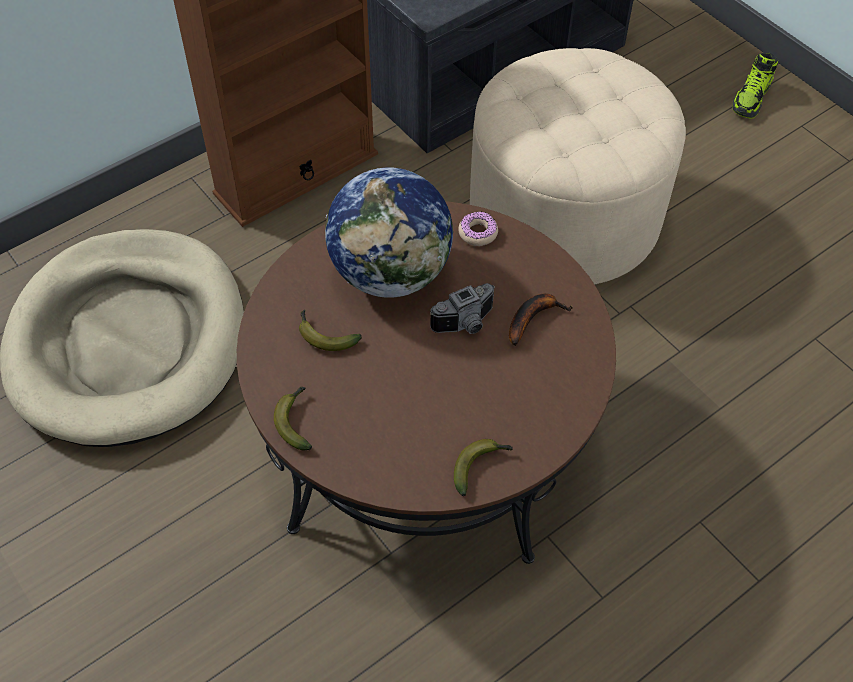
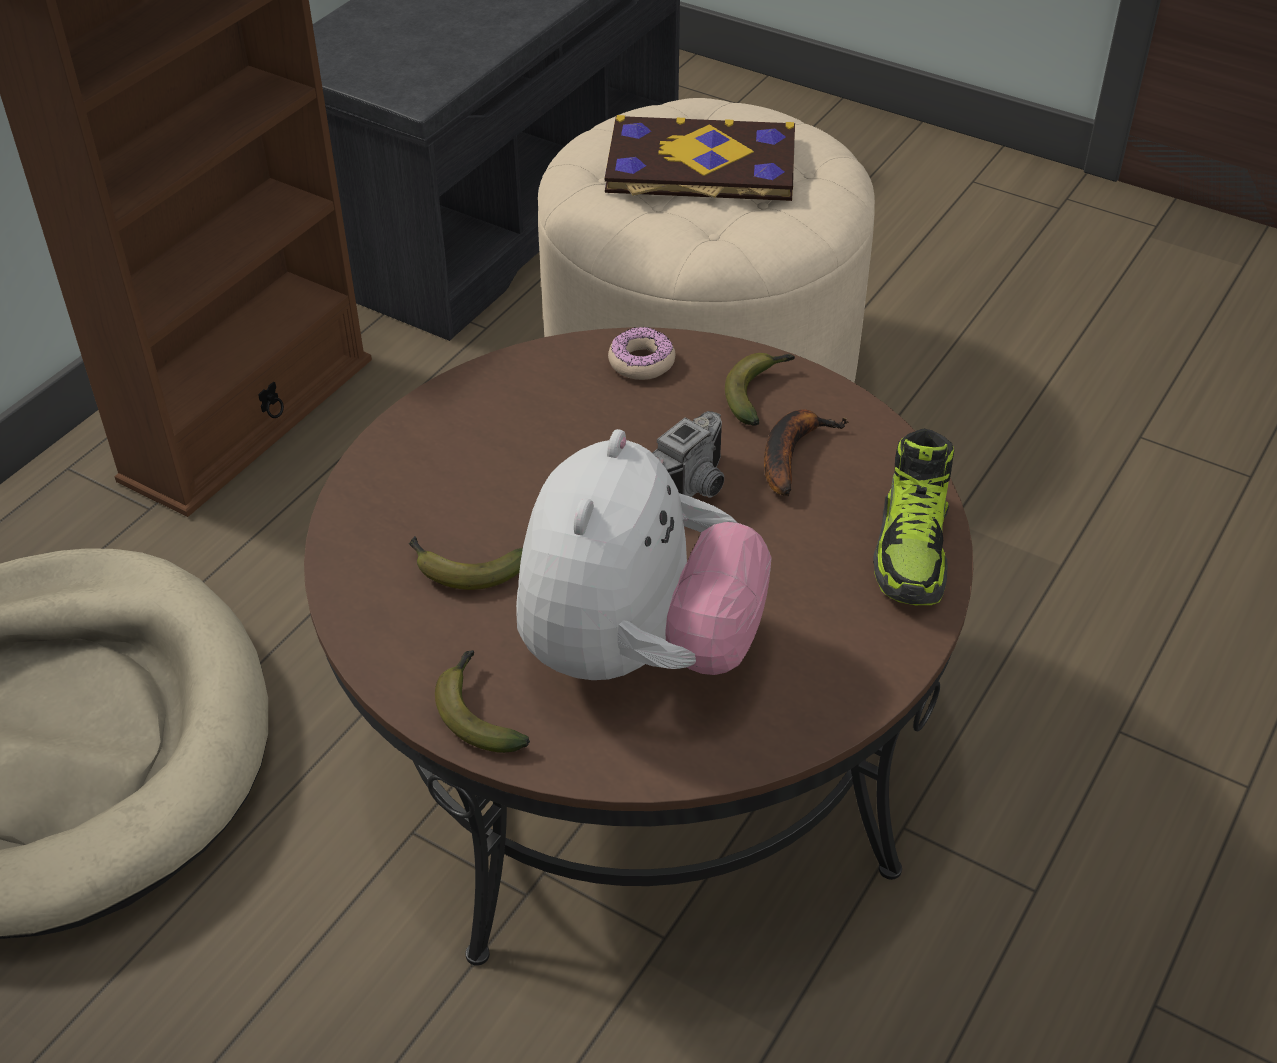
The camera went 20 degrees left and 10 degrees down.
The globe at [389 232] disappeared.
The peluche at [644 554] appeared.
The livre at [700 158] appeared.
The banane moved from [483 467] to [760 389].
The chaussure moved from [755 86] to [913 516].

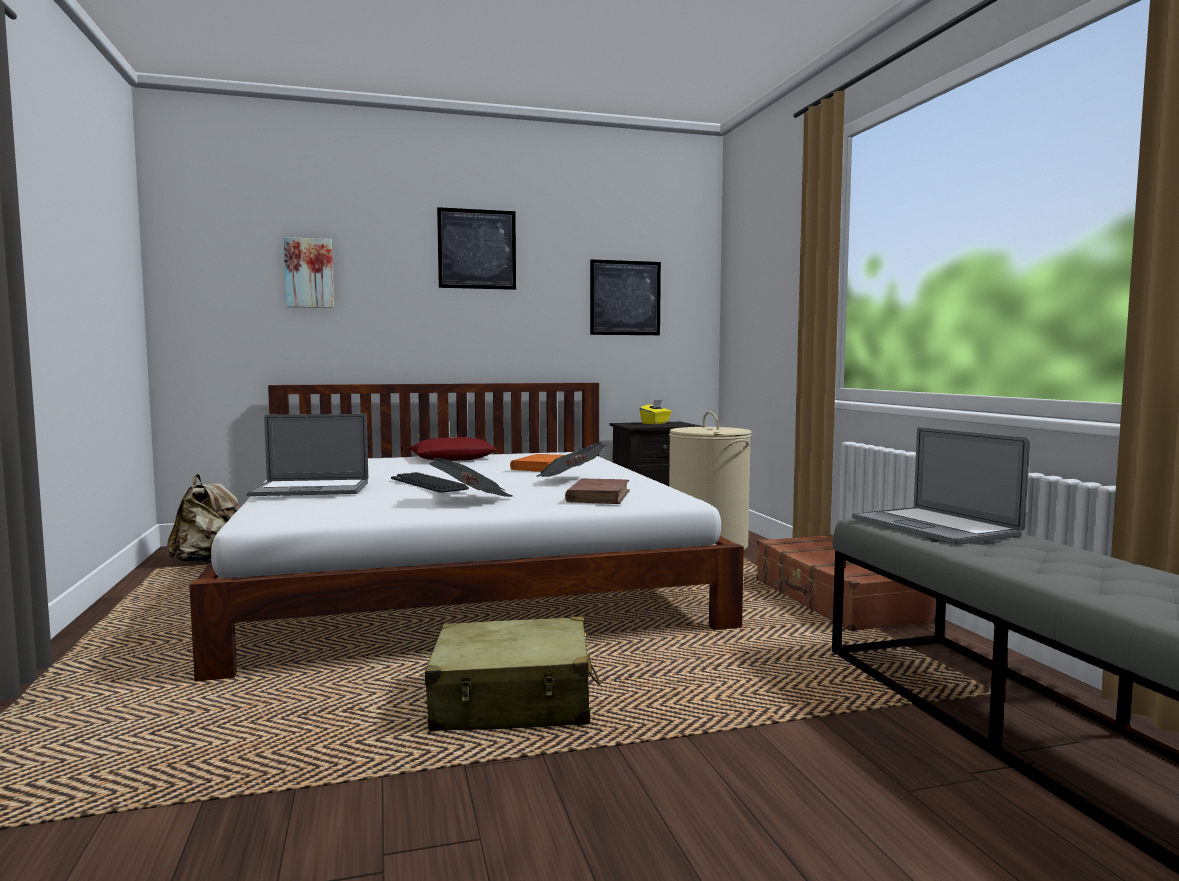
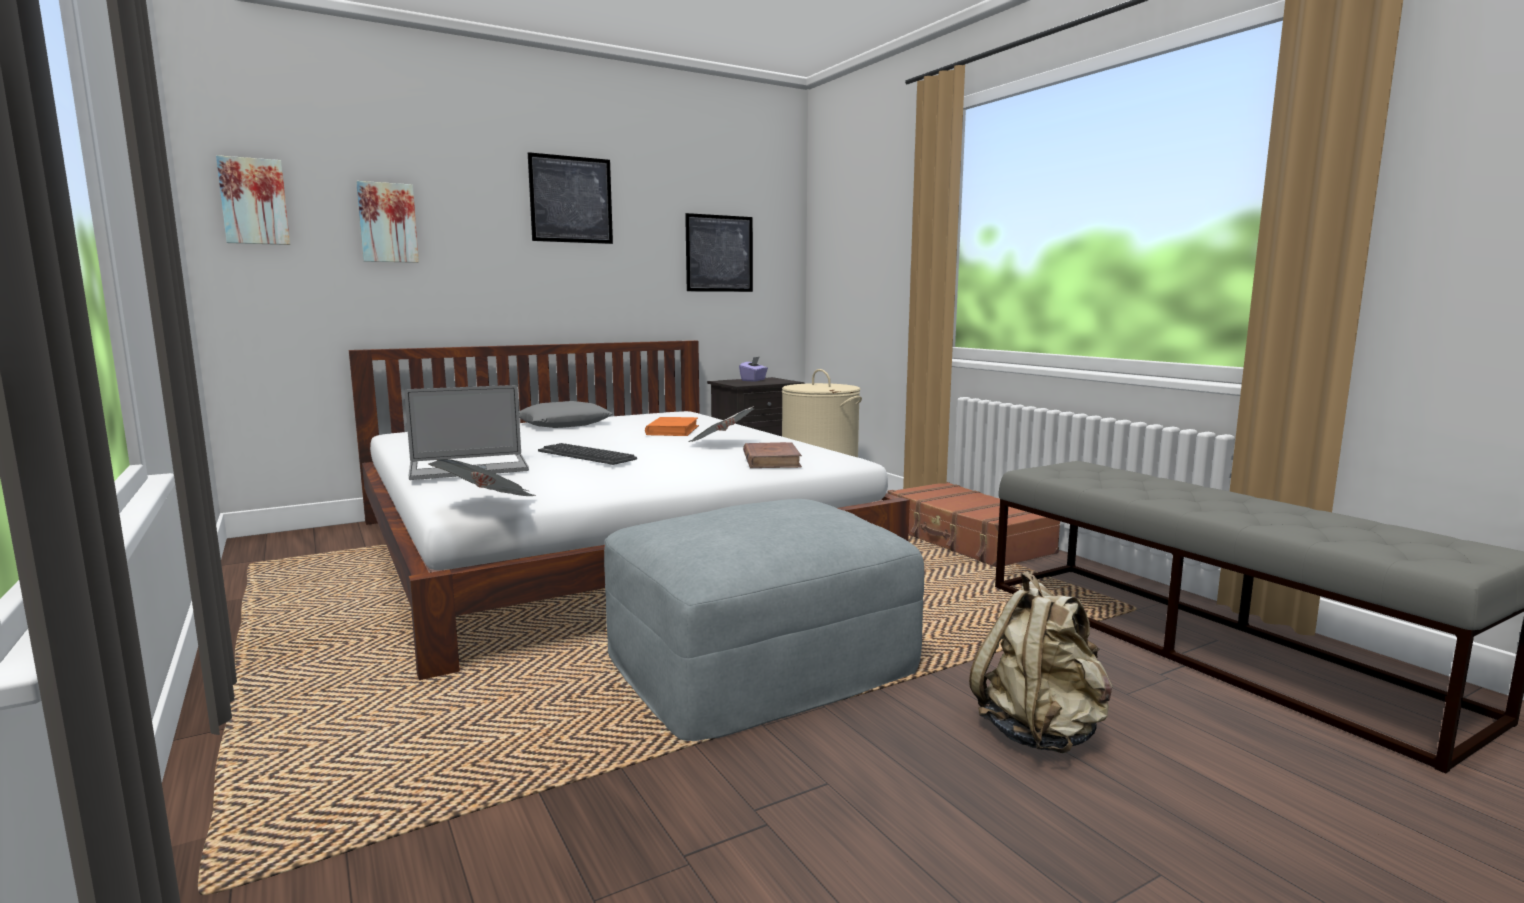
The camera went 15 degrees left and 5 degrees up.
The ordinateur portable at [941 486] disappeared.
The tableau at [253 200] appeared.
The sac à dos/beige moved from [204 518] to [1041 662].
The journal moved from [471 477] to [482 477].
The valise/beige at [513 674] was replaced by the pouf/gris at [764 620].
The coussin/rouge at [453 449] became the coussin/gris at [566 414].
The boîte à mouchoirs/jaune at [655 412] became the boîte à mouchoirs/violet at [753 369].

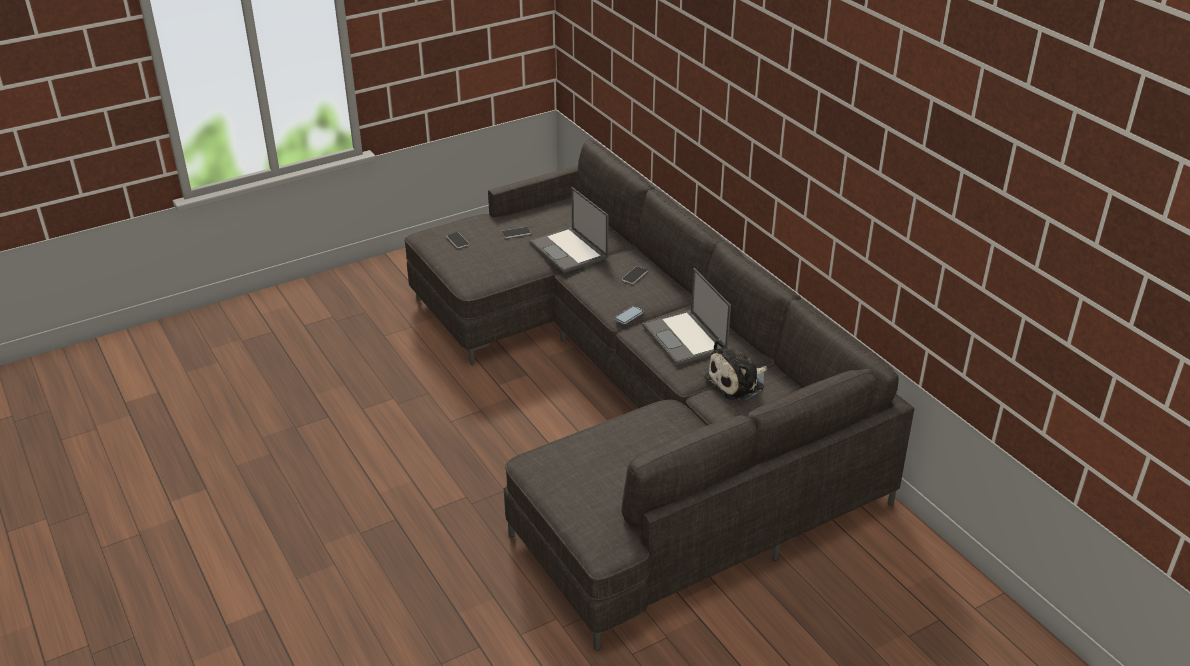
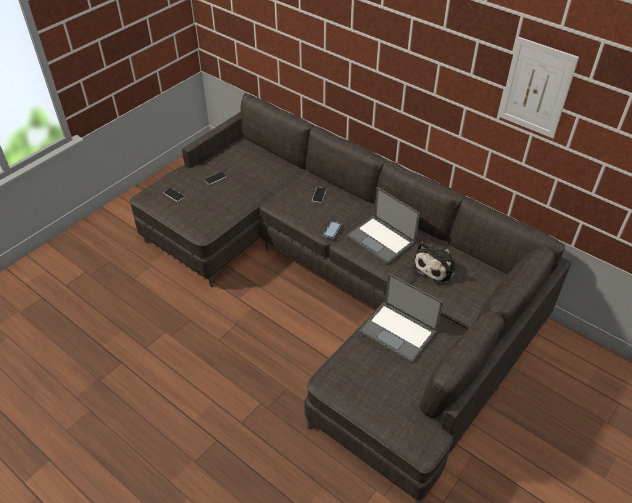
The camera went 20 degrees left and 10 degrees up.
The tableau at [539 87] appeared.
The ordinateur portable moved from [569 230] to [401 318].

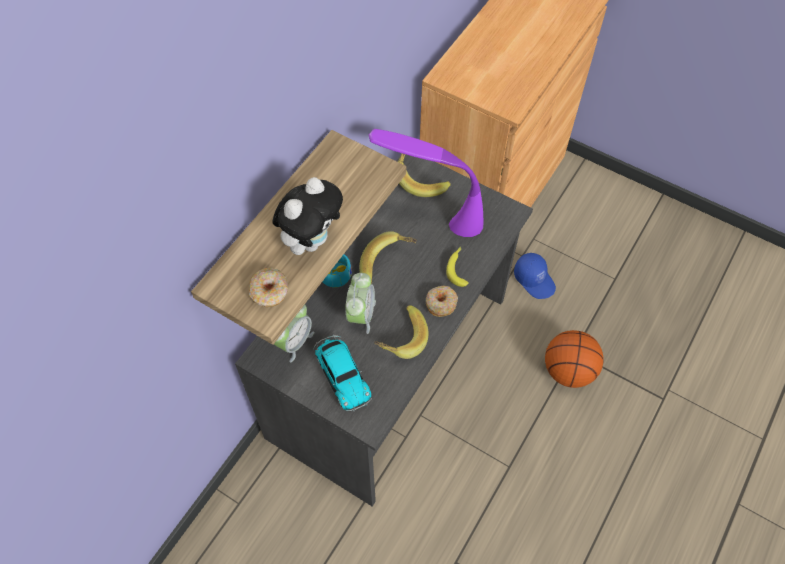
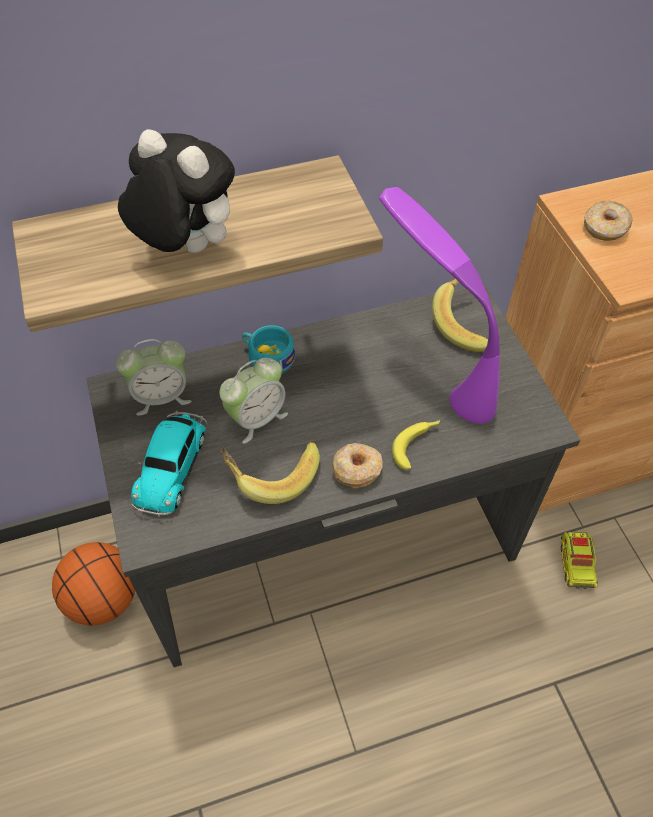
The camera went 40 degrees right and 5 degrees down.
The banane at [388 257] disappeared.
The beignet moved from [268 288] to [608 221].
The ballon de basket moved from [574 359] to [93 584].
The casquette/bleu at [535 276] was replaced by the camion jouet at [579 560].
The peluche at [307 216] turned 135 degrees counterclockwise.

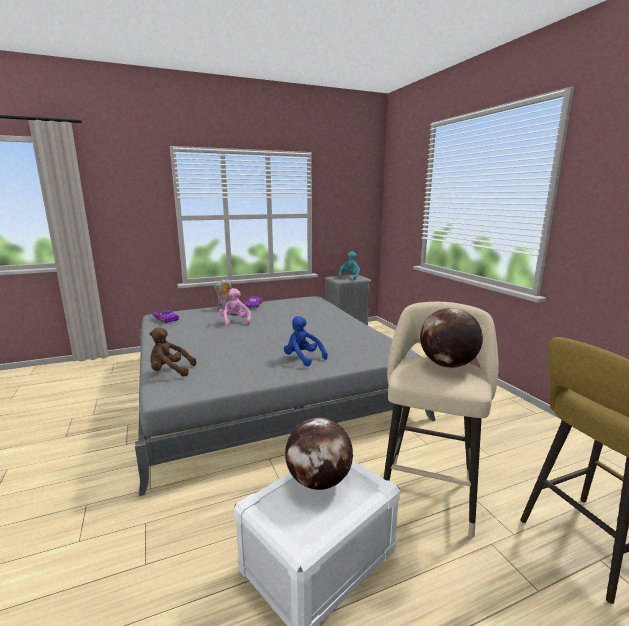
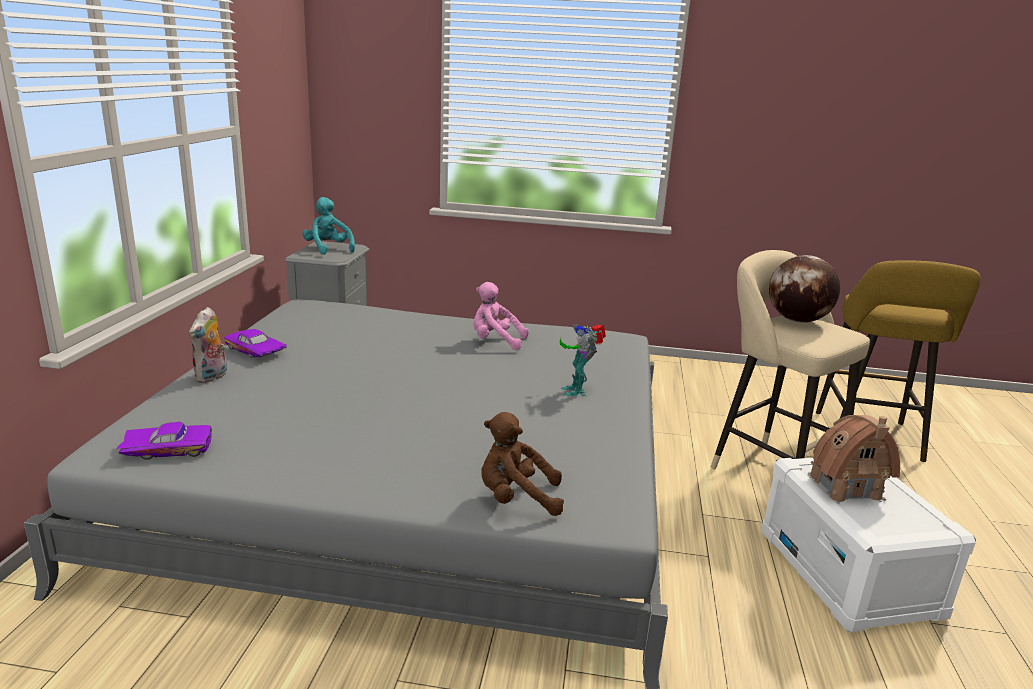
The camera went 60 degrees left and 5 degrees up.
The peluche/rose moved from [235 307] to [500 316].
The peluche/bleu at [306 341] was replaced by the robot jouet at [583 360].
The globe at [319 453] was replaced by the maison miniature at [853 459].
The peluche/marron at [173 352] turned 60 degrees clockwise.

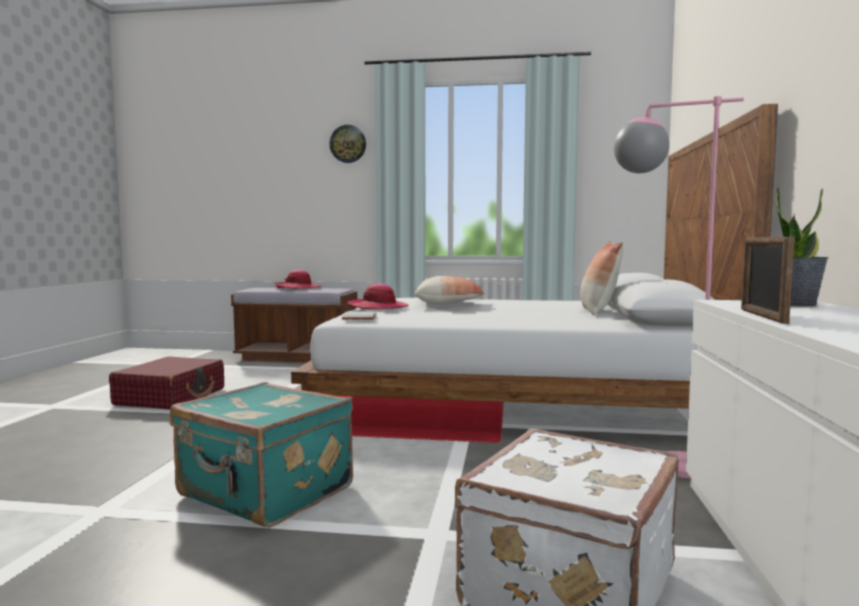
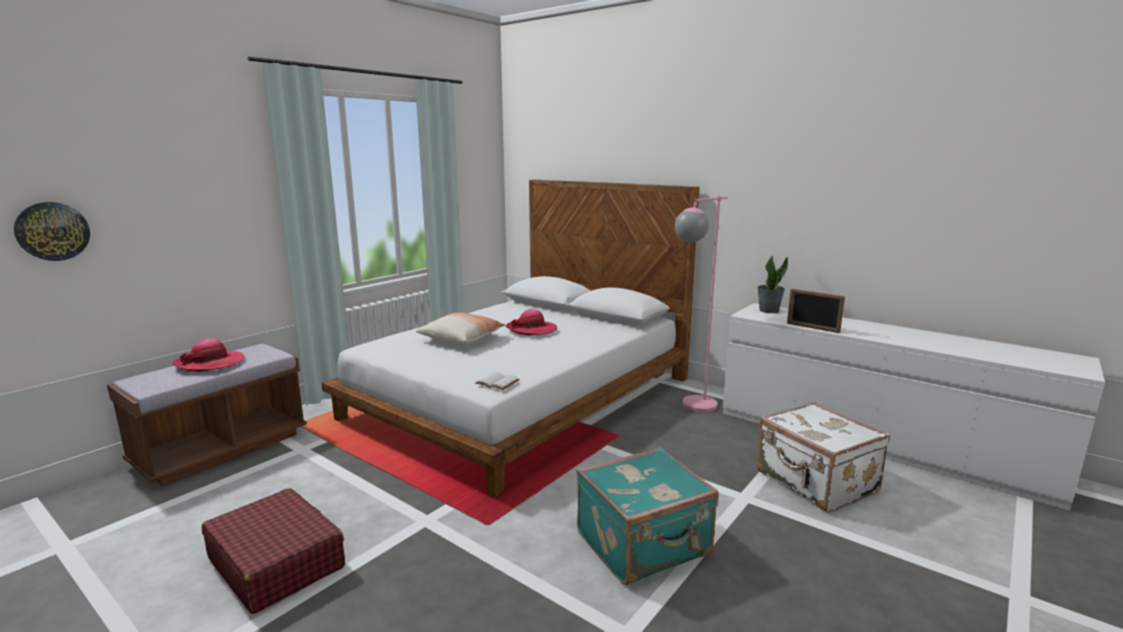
The camera went 60 degrees left and 10 degrees up.
The coussin at [601 278] disappeared.
The horloge murale moved from [347 144] to [52 231].
The chapeau moved from [377 296] to [531 322].

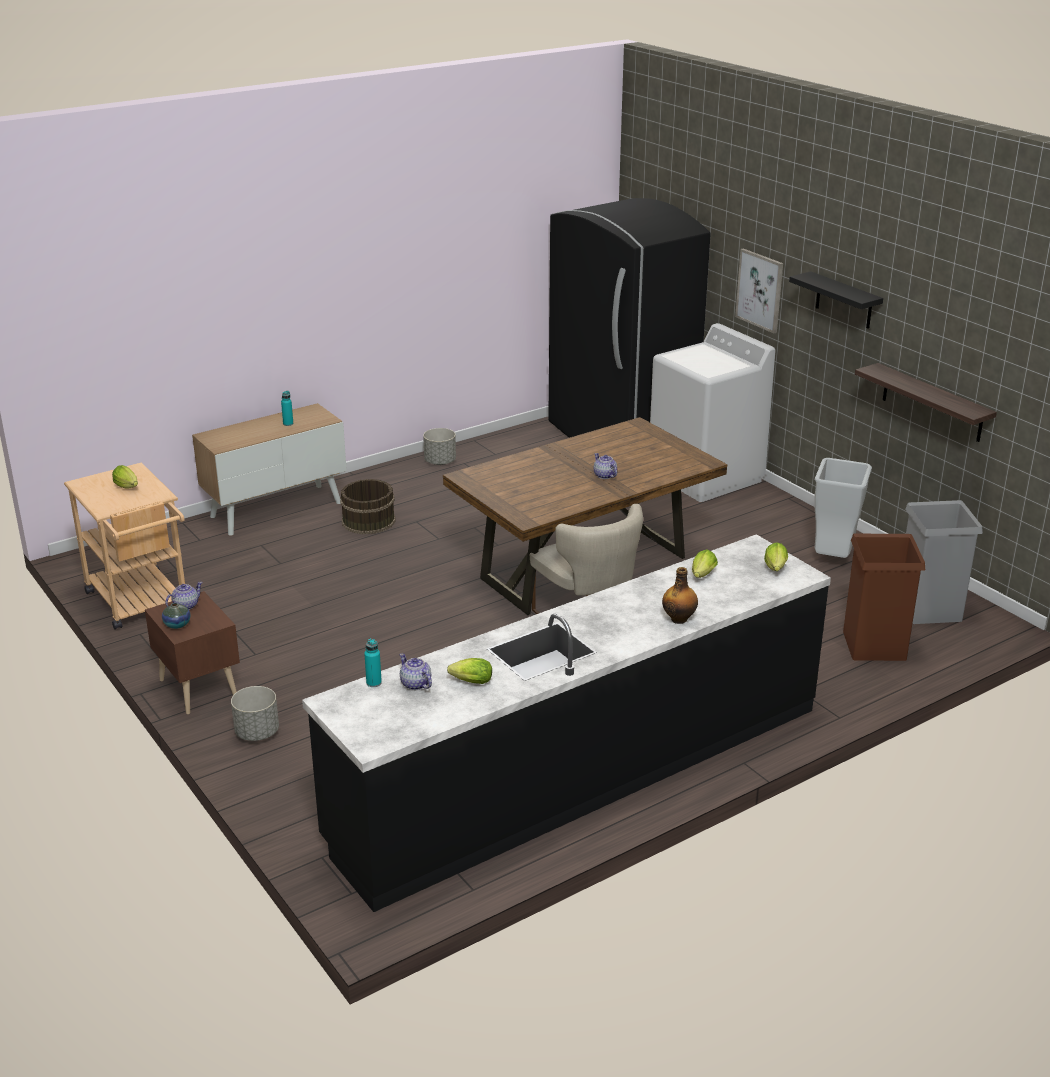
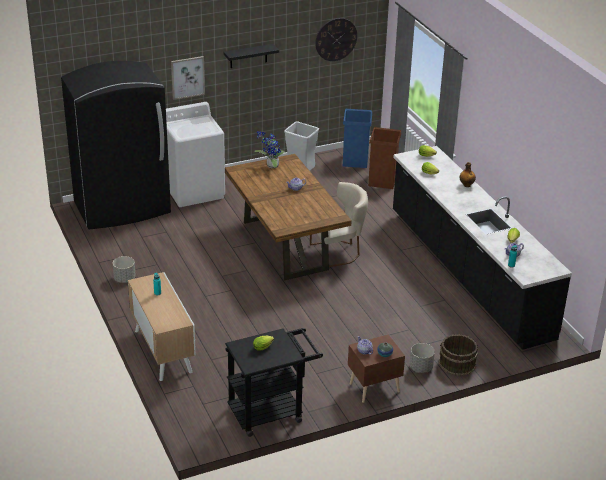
The camera went 80 degrees left and 5 degrees up.
The étagère at [926 402] disappeared.
The plante en pot at [269 150] appeared.
The horloge murale at [336 39] appeared.
The seau/marron moved from [368 506] to [458 355].
The chariot/beige at [124 546] became the chariot/noir at [274 382].
The poubelle/gris at [944 562] became the poubelle/bleu at [357 138].

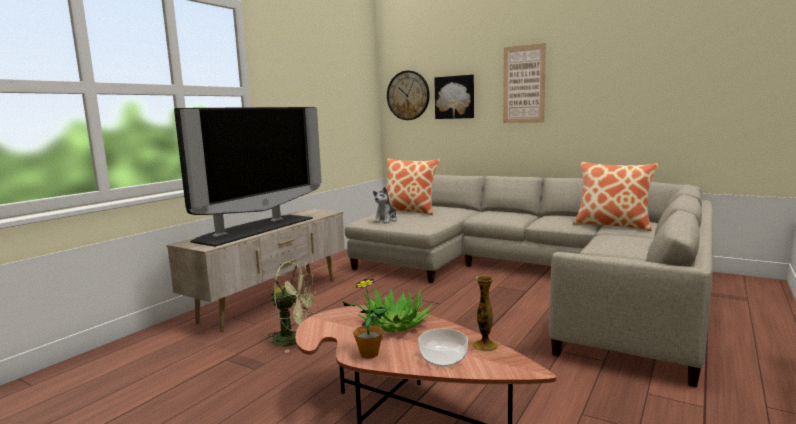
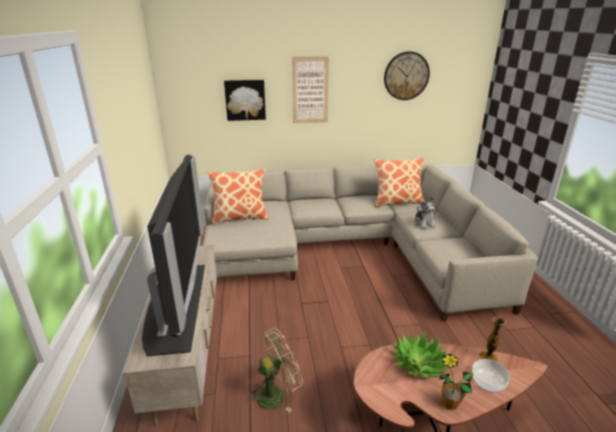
The camera went 40 degrees left and 15 degrees up.
The peluche moved from [385 205] to [425 213].
The horloge murale moved from [408 95] to [407 75].

